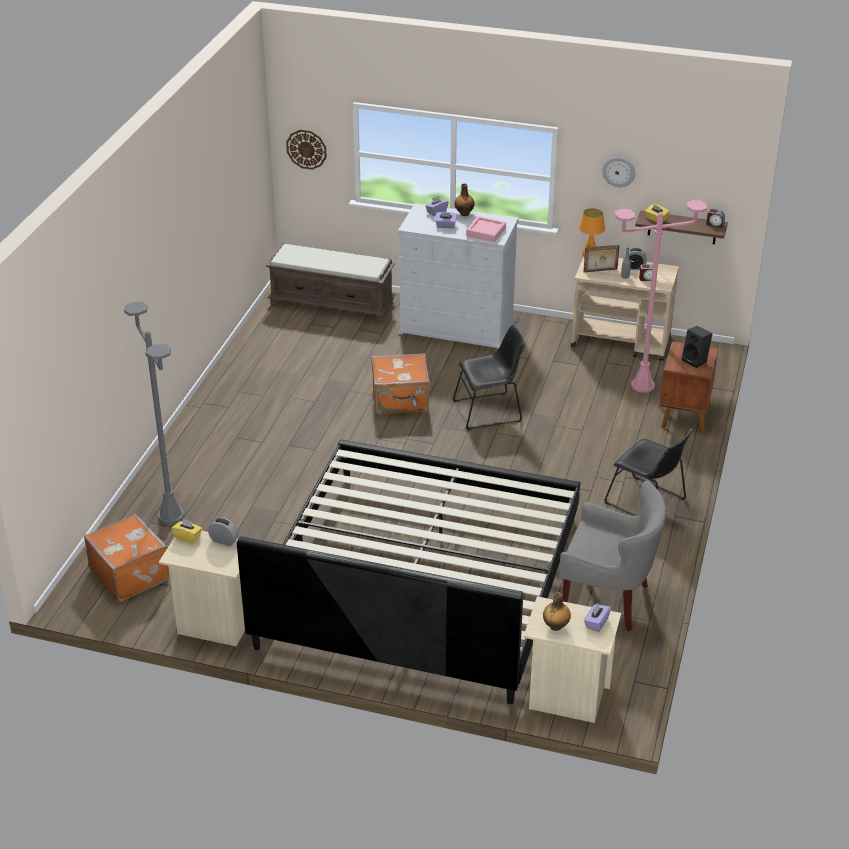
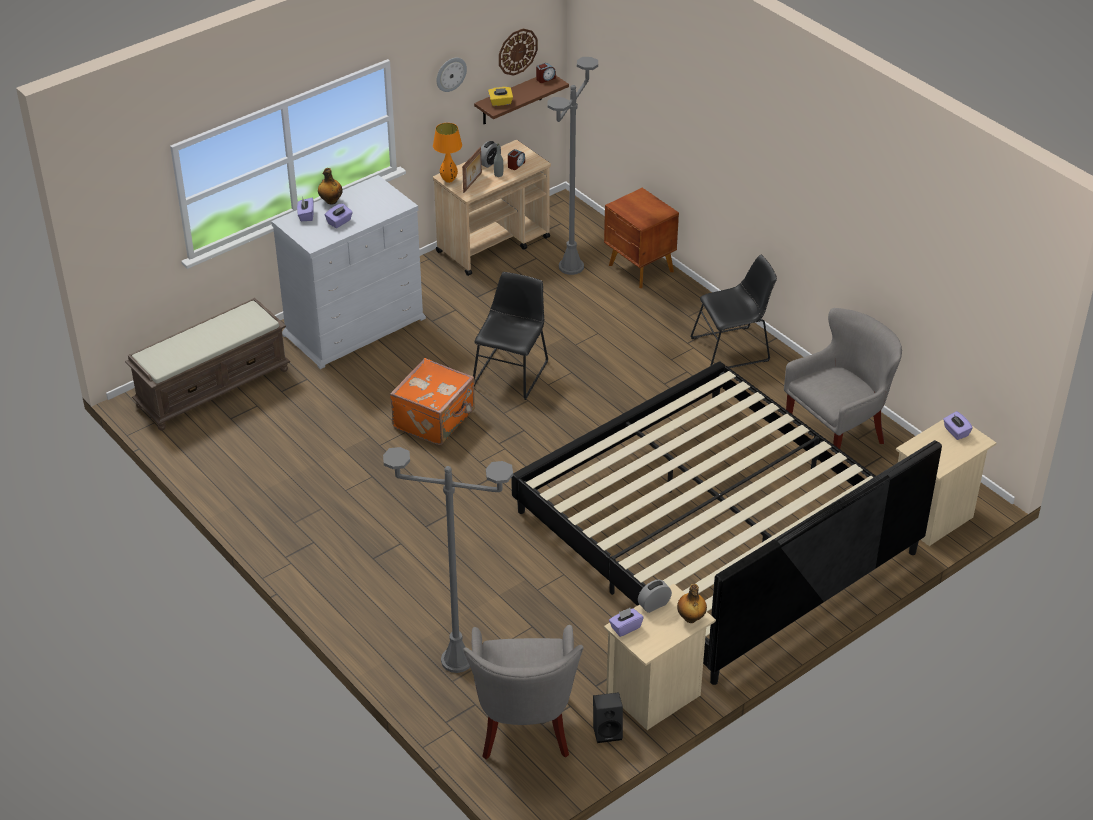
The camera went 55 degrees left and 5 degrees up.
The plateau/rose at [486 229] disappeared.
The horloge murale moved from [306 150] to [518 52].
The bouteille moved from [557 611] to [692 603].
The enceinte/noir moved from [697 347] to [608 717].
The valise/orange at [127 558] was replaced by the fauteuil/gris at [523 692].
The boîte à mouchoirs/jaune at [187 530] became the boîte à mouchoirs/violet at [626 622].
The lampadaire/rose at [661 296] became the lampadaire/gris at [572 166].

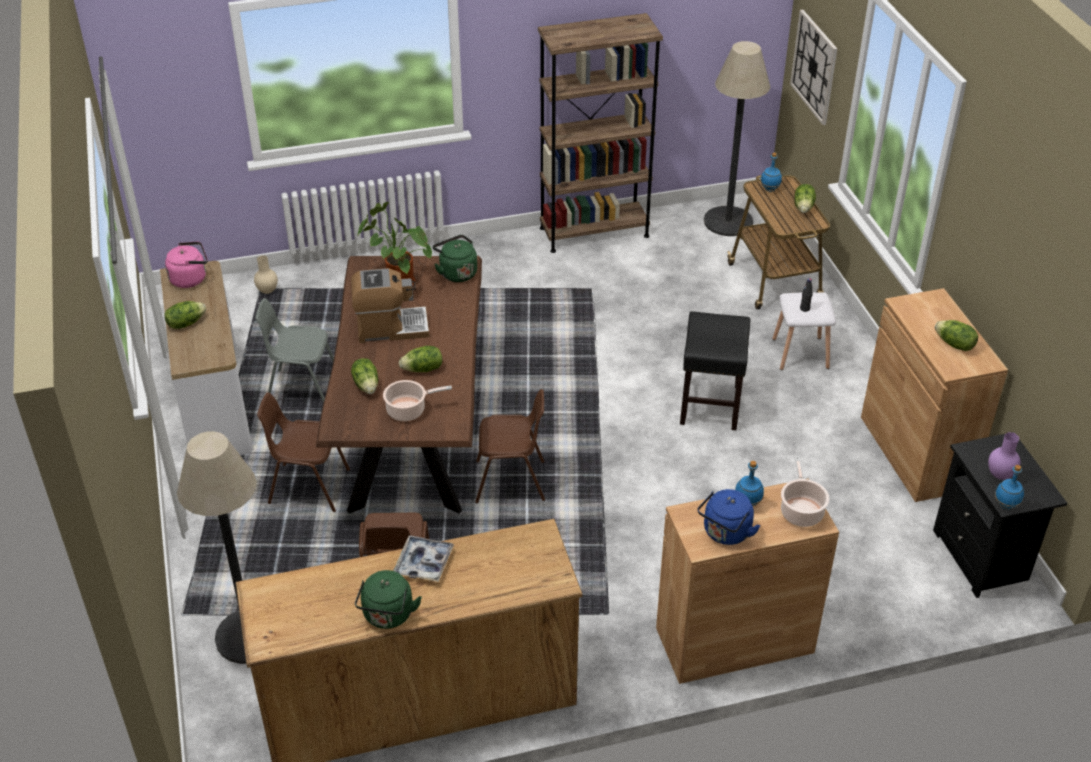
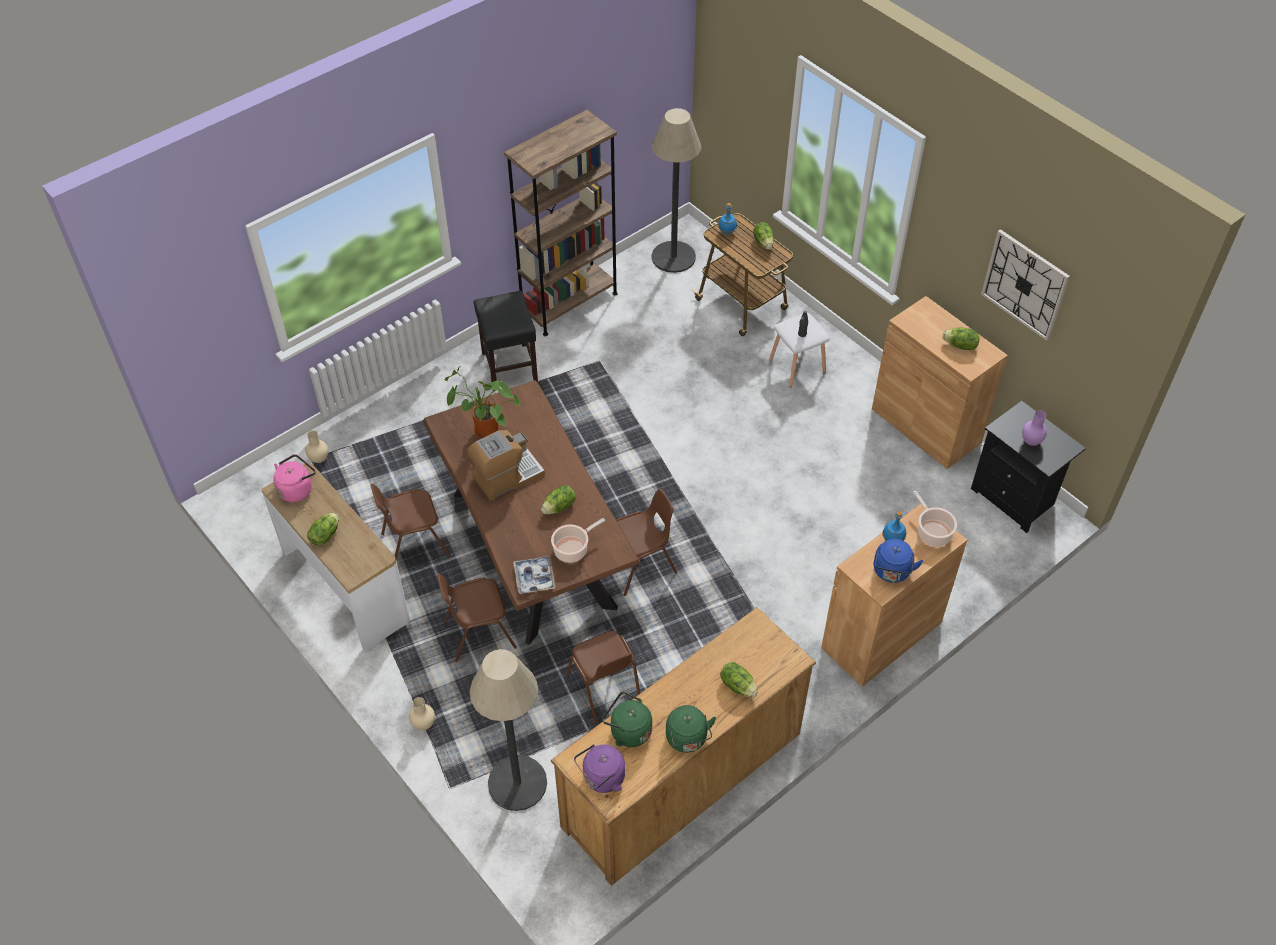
The camera went 25 degrees left and 10 degrees up.
The bouteille/bleu at [1009 487] disappeared.
The vase/beige at [422 713] appeared.
The bouilloire/violet at [599 768] appeared.
The laitue moved from [364 376] to [739 680].
The plateau moved from [423 558] to [534 575].
The bouilloire/vert moved from [455 258] to [627 719].
The tabouret/noir moved from [715 371] to [505 341].
The horloge murale moved from [813 67] to [1025 285].
The chaise/gris at [294 350] became the chaise/marron at [410 522].

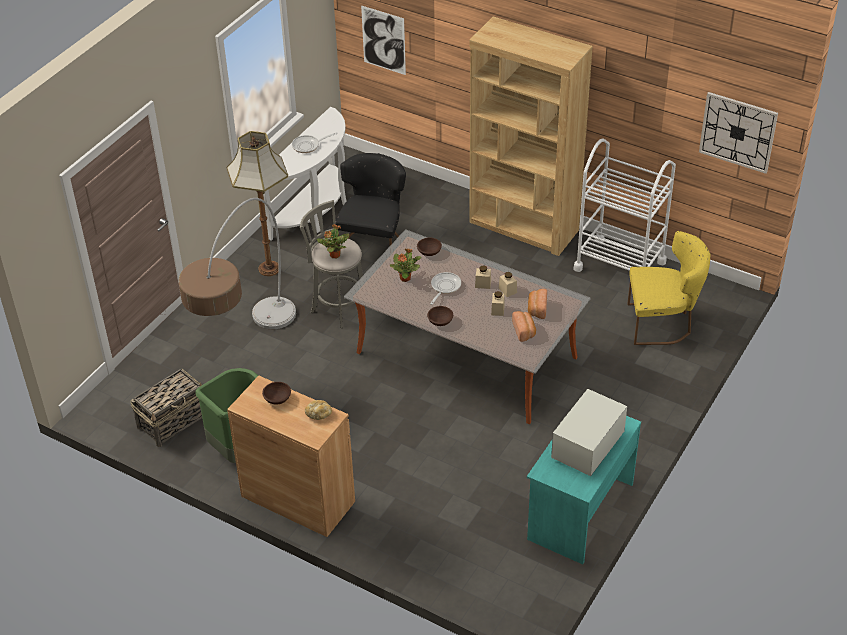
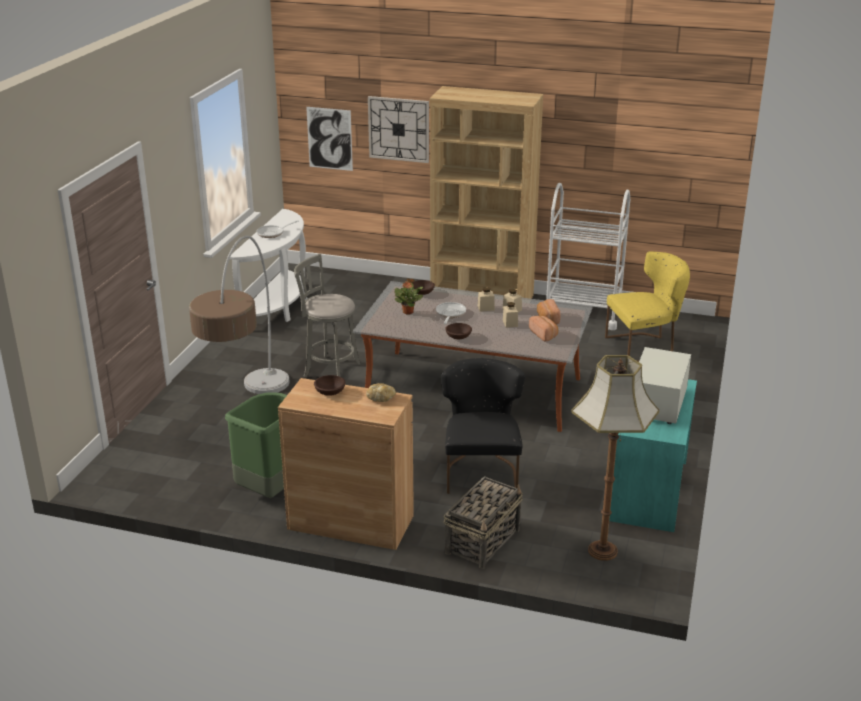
The camera went 15 degrees left and 15 degrees down.
The plante en pot at [333 241] disappeared.
The panier moved from [166 408] to [483 522].
The lampadaire moved from [257 203] to [615 458].
The chaise/noir moved from [370 199] to [483 426].
The horloge murale moved from [738 133] to [398 129].

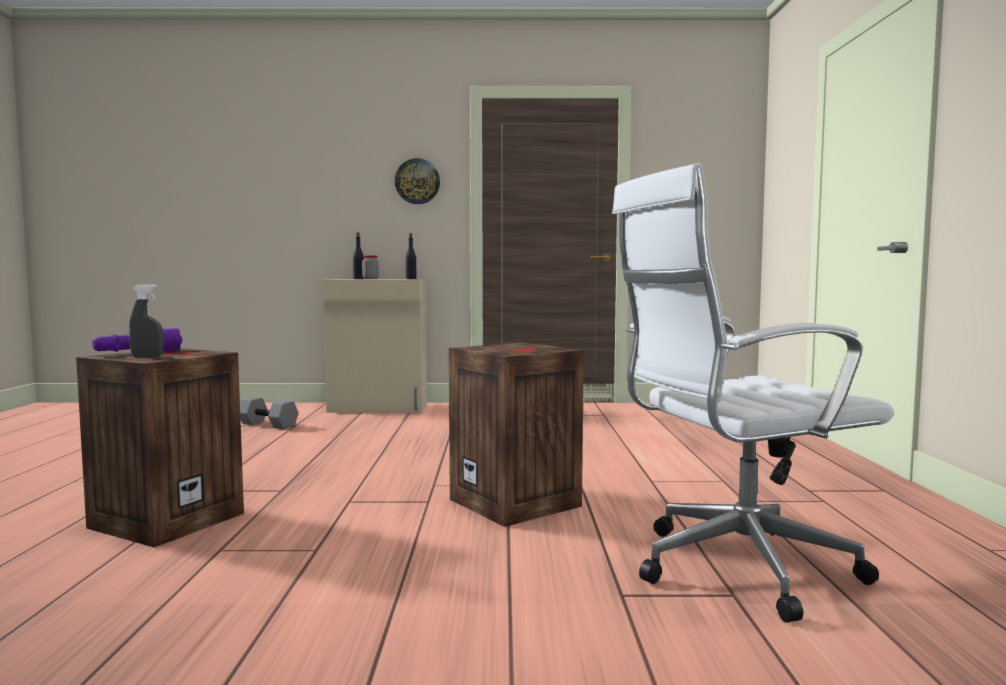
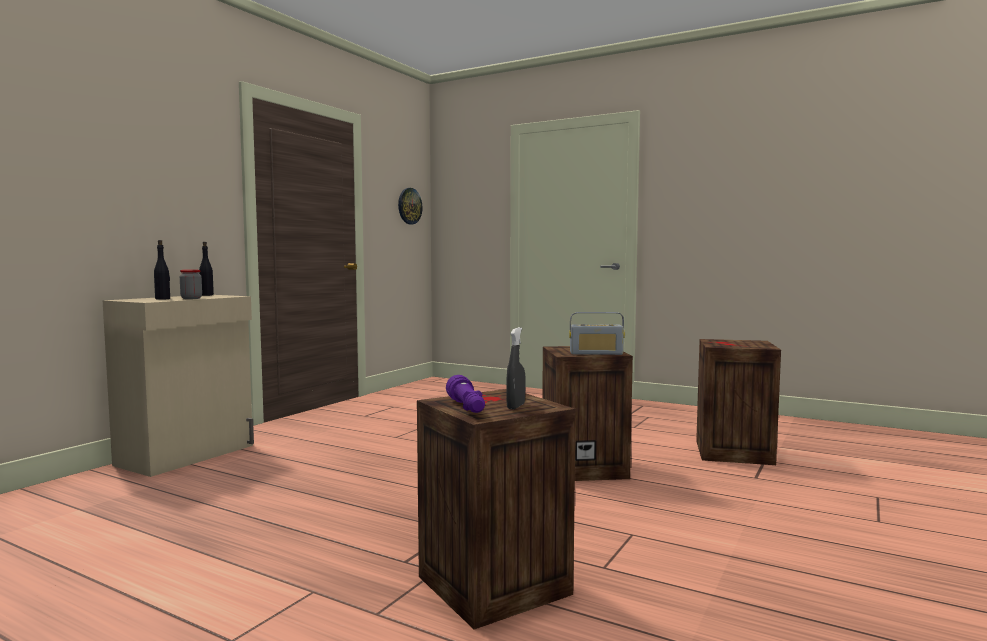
The camera went 60 degrees left and 0 degrees up.
The haltère/gris at [269 413] disappeared.
The radio at [597 333] appeared.
The horloge murale moved from [417 181] to [410 206].
The chaise de bureau/blanc at [753 393] was replaced by the caisse at [738 402].

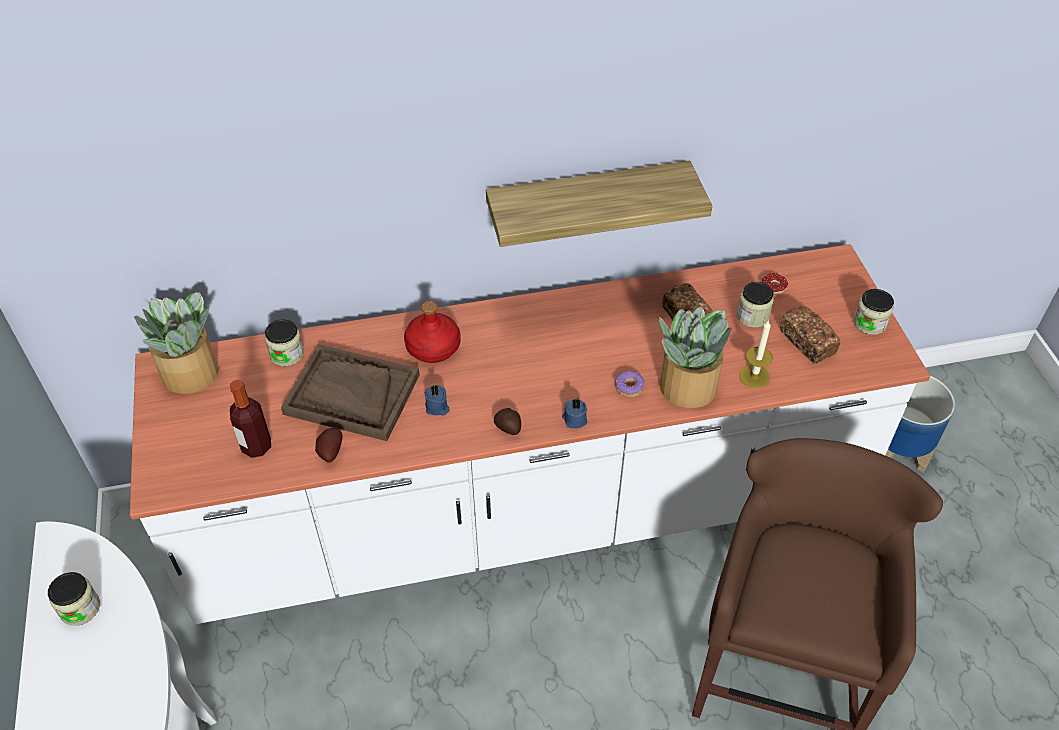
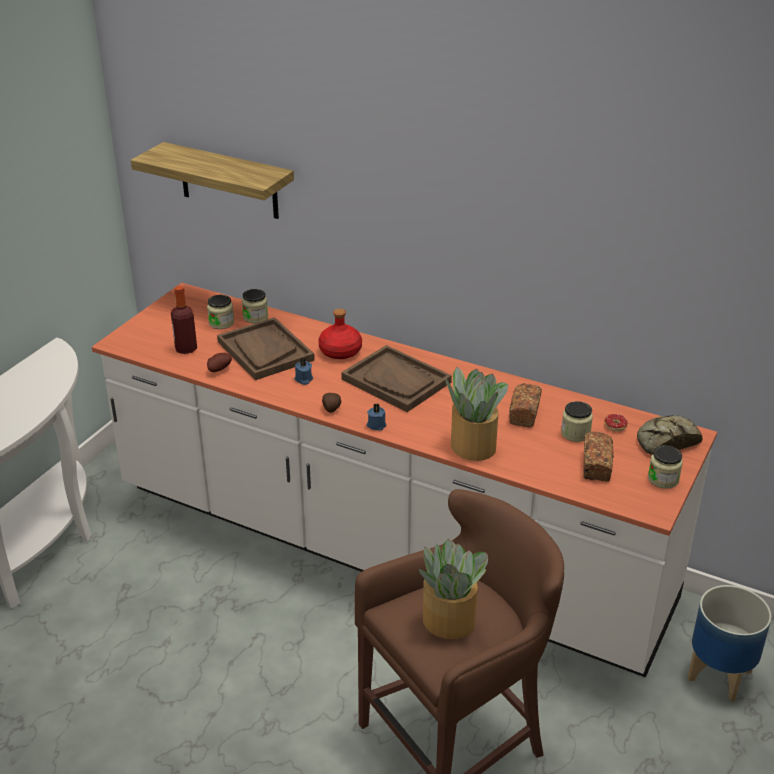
The camera went 40 degrees right and 15 degrees down.
The beignet at [629 384] disappeared.
The bougie at [756 354] disappeared.
The plateau/marron at [396 378] appeared.
The pain at [670 435] appeared.
The bocal moved from [74 599] to [220 312].
The plante en pot moved from [176 343] to [453 589].
The étagère moved from [599 204] to [212 180].

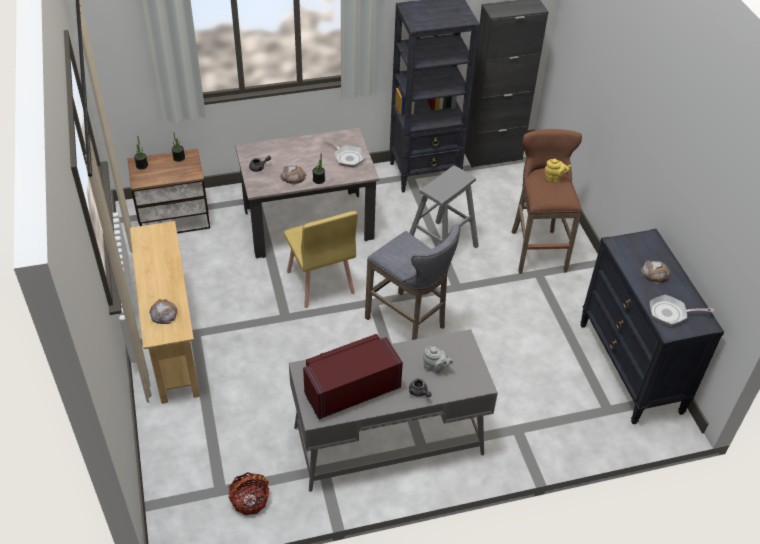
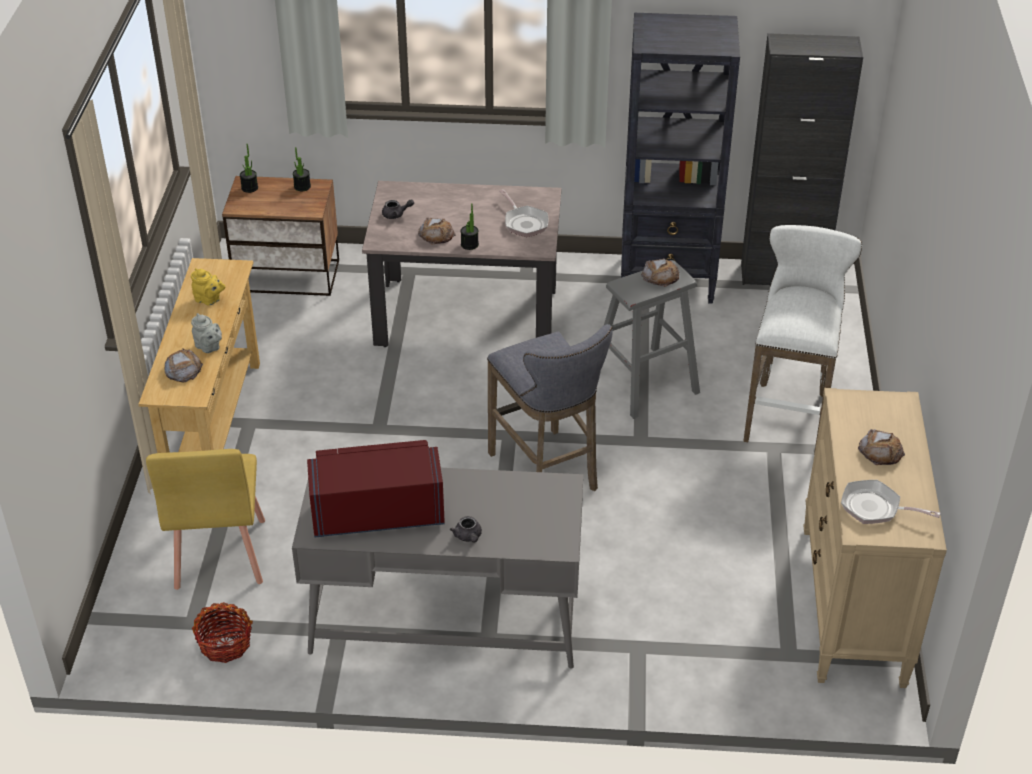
The camera went 20 degrees right and 5 degrees down.
The pain at [660 272] appeared.
The chaise/jaune moved from [320 259] to [205 519].
The théière/gris moved from [438 360] to [206 333].
The théière/jaune moved from [558 170] to [208 287].
The tabouret/marron at [547 201] became the tabouret/blanc at [802 339].
The commode/noir at [652 326] became the commode/beige at [875 538].

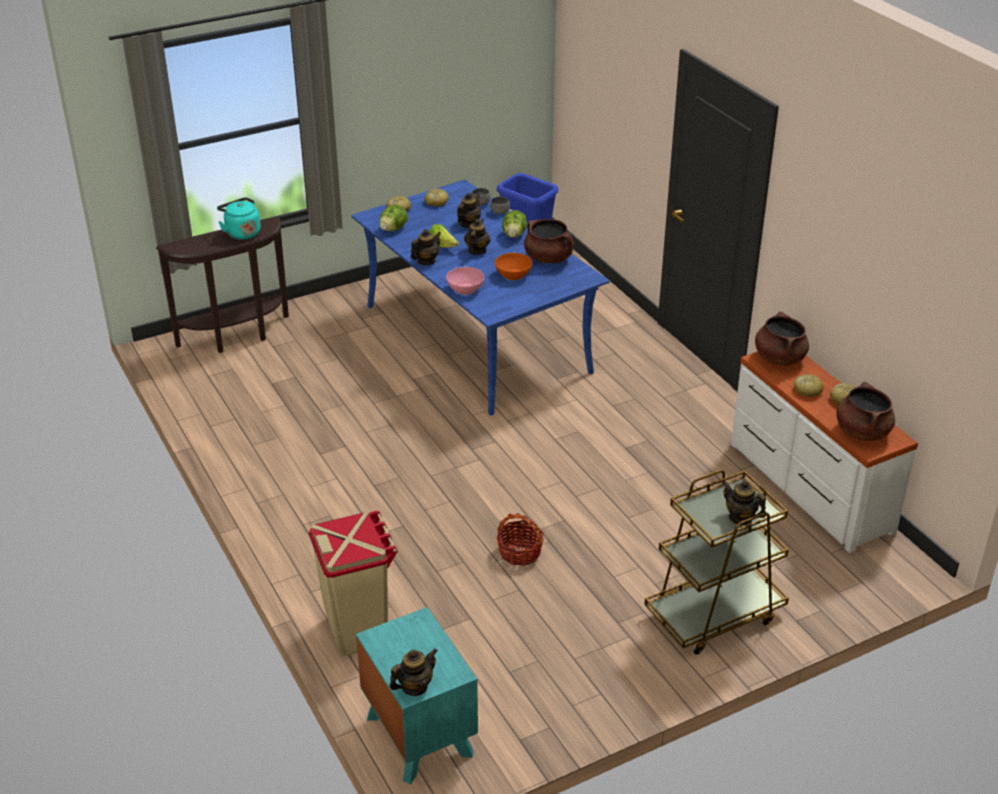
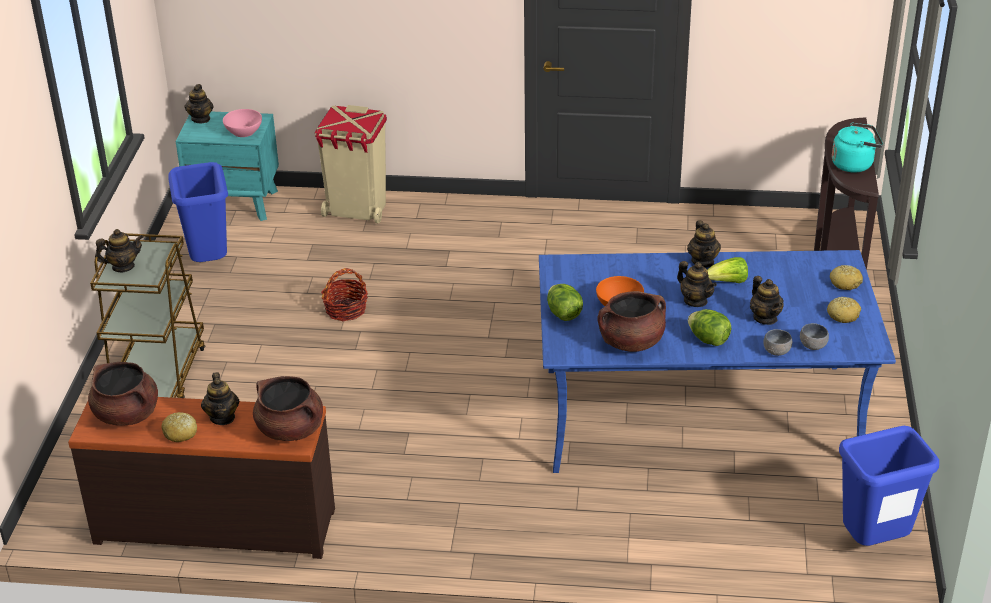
The camera went 125 degrees right and 0 degrees up.
The poubelle/bleu at [198 212] appeared.
The laitue moved from [393 218] to [565 302].
The bol/rose moved from [465 281] to [242 123].
The pain at [809 385] was replaced by the théière at [220 398].
The commode/blanc at [824 452] became the commode/marron at [201 478].

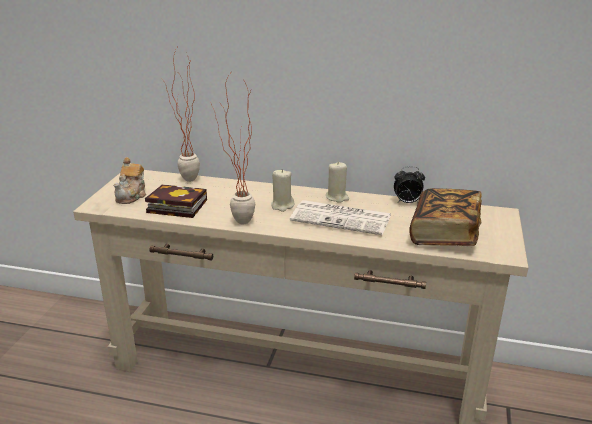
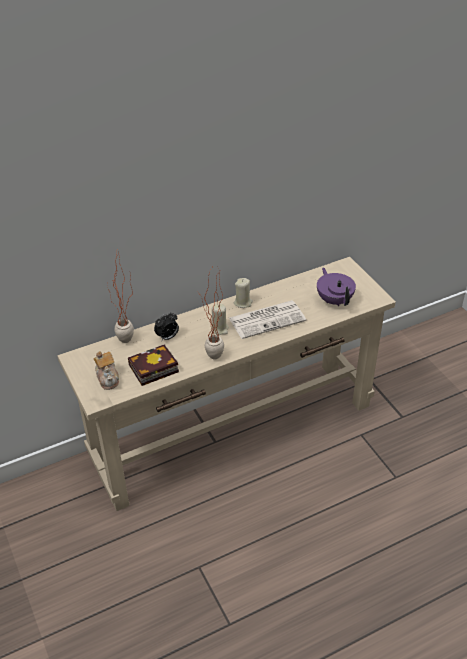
The camera went 40 degrees left and 15 degrees up.
The réveil moved from [409 184] to [166 326].
The livre at [445 217] was replaced by the théière/violet at [336 287].

